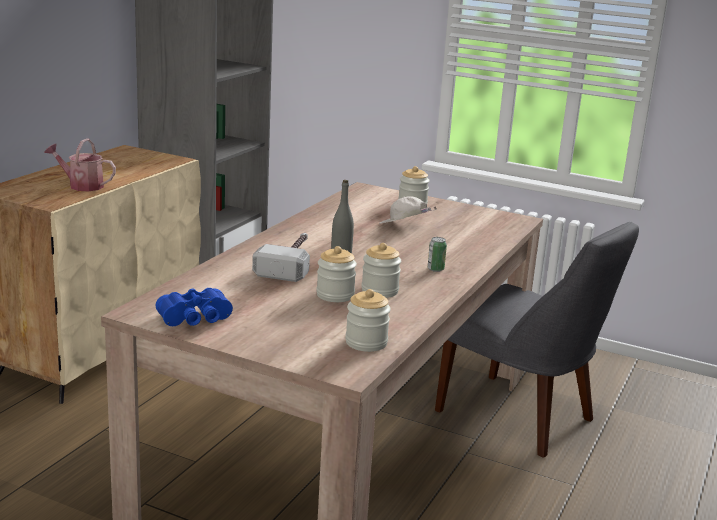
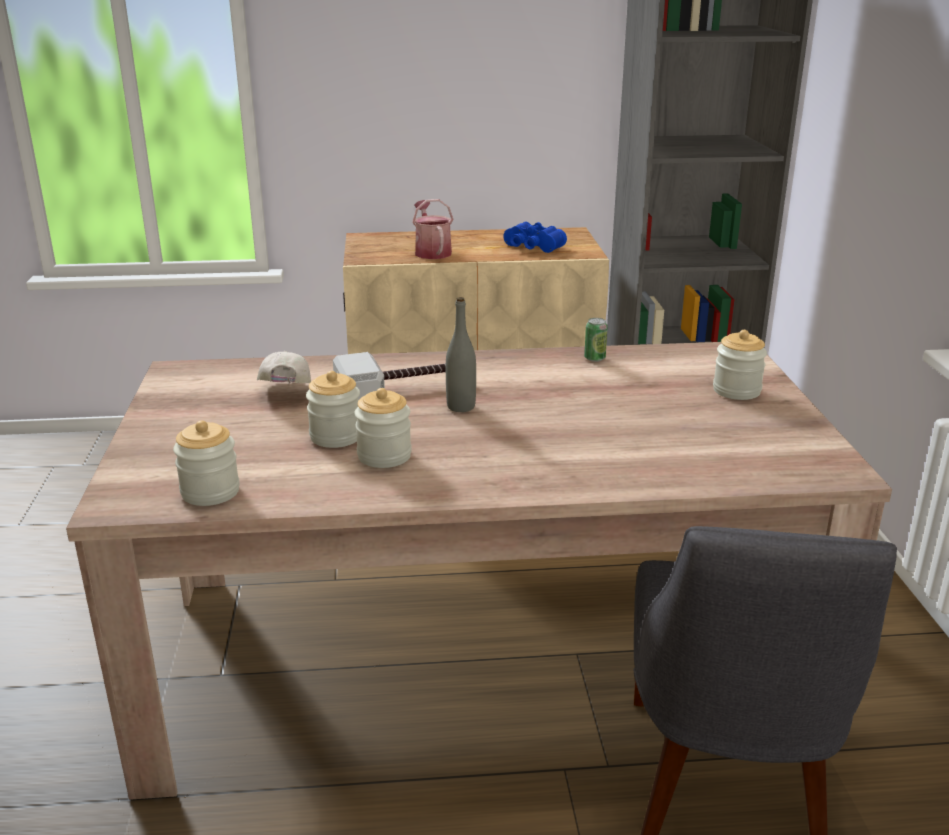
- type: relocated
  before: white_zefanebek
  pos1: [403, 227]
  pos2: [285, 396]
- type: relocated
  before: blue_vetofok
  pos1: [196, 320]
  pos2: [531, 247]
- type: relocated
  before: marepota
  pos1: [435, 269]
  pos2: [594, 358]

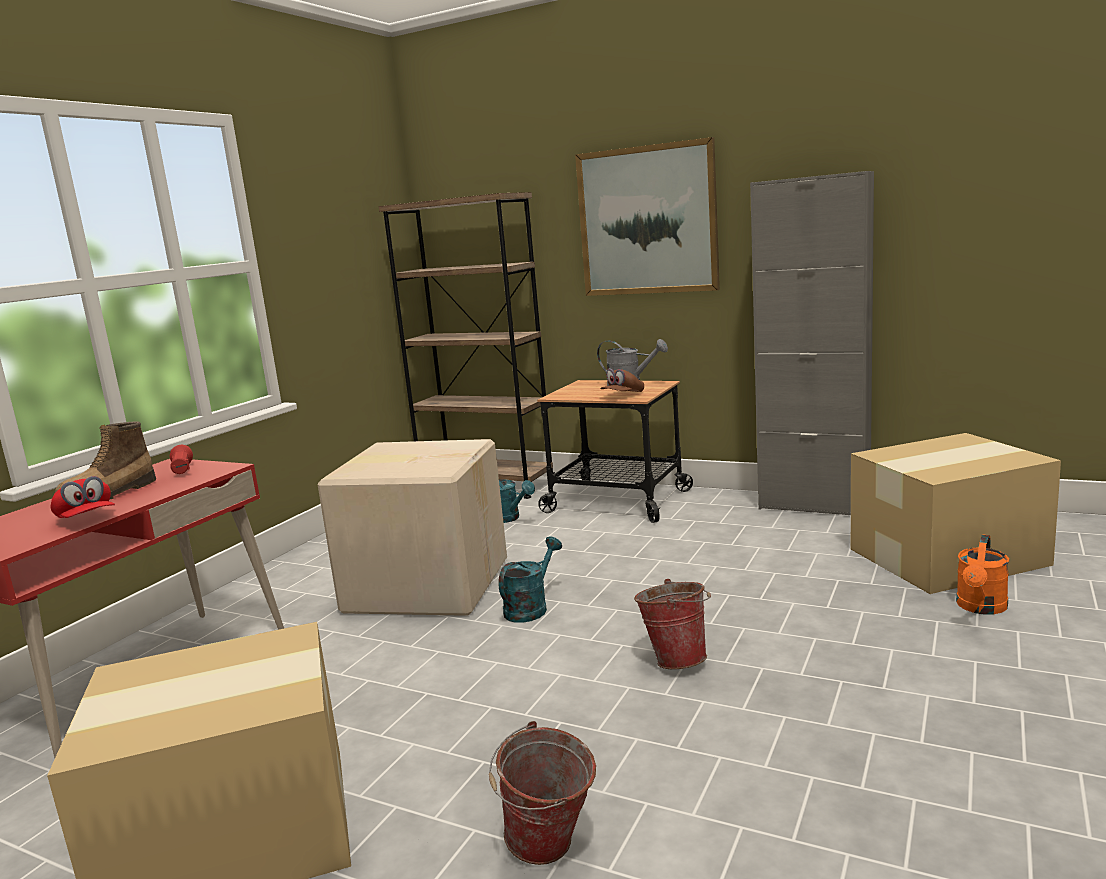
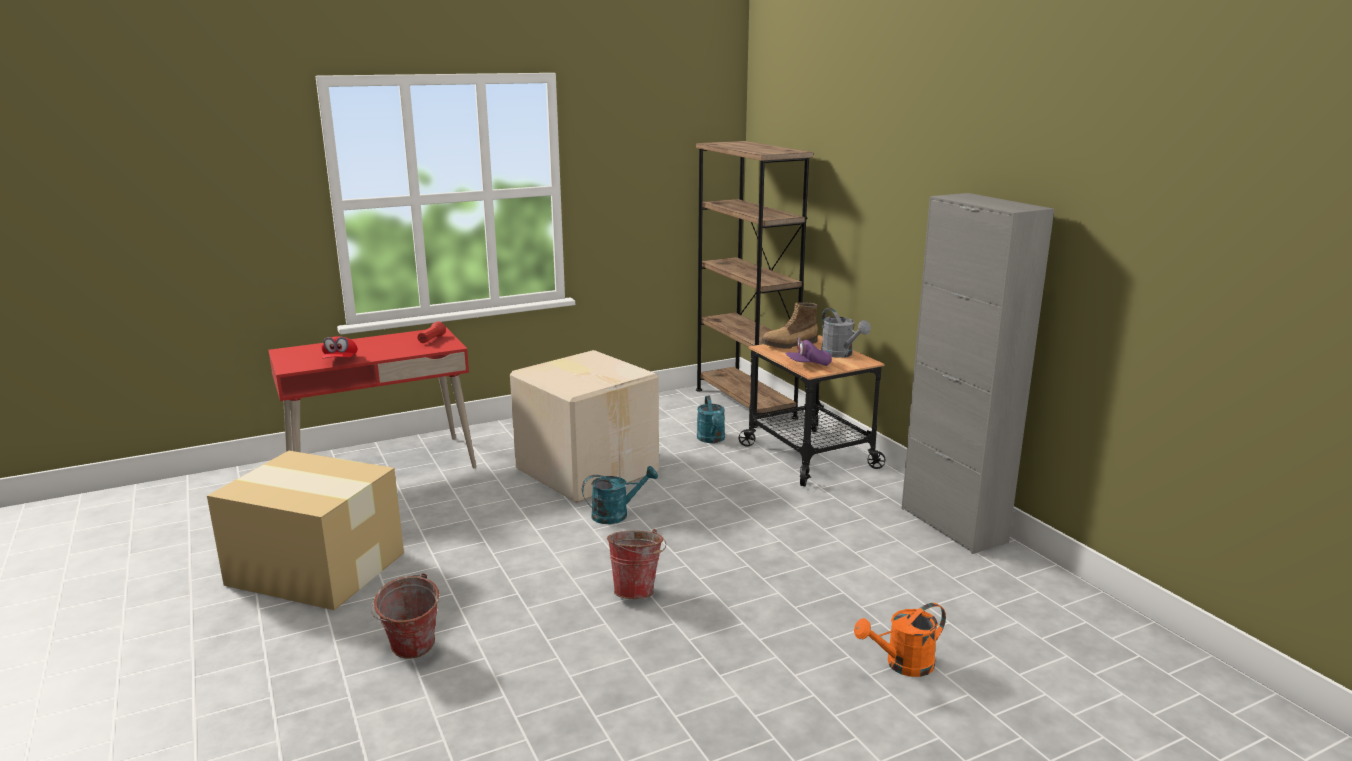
- type: relocated
  before: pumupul
  pos1: [110, 495]
  pos2: [790, 345]
- type: colour
  before: brown_zefanebek
  after: purple_zefanebek
  pos1: [623, 395]
  pos2: [808, 364]
- type: missing
  before: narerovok
  pos1: [647, 220]
- type: missing
  before: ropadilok
  pos1: [950, 557]

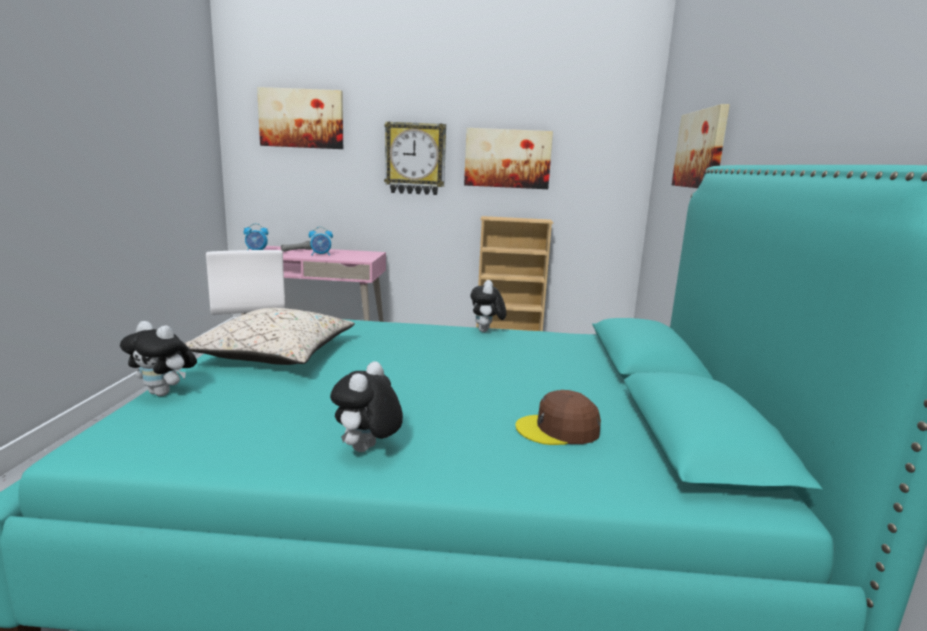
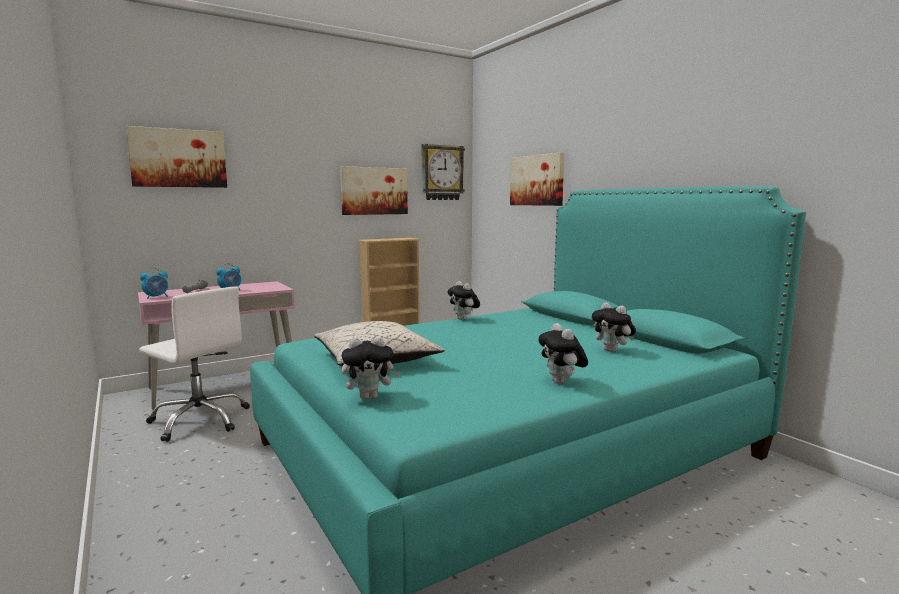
- type: relocated
  before: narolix
  pos1: [415, 159]
  pos2: [441, 172]
- type: exchanged
  before: brown_zefanebek
  after: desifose
  pos1: [558, 429]
  pos2: [612, 351]

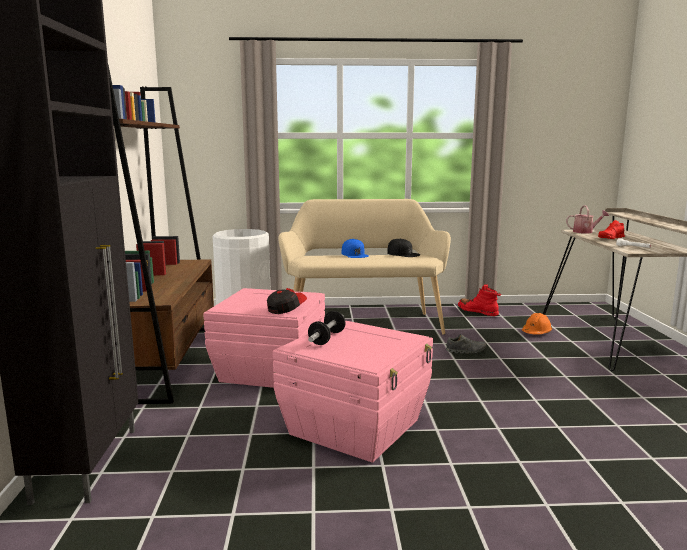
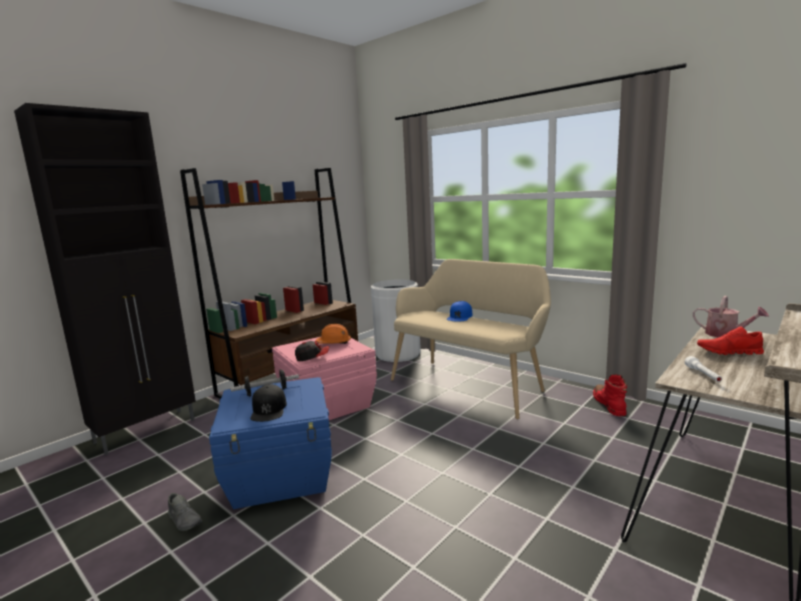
- type: relocated
  before: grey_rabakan
  pos1: [466, 351]
  pos2: [185, 520]
- type: colour
  before: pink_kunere
  after: blue_kunere
  pos1: [356, 427]
  pos2: [281, 475]
- type: relocated
  before: black_zefanebek
  pos1: [403, 254]
  pos2: [269, 409]
- type: relocated
  before: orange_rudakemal
  pos1: [536, 332]
  pos2: [334, 343]

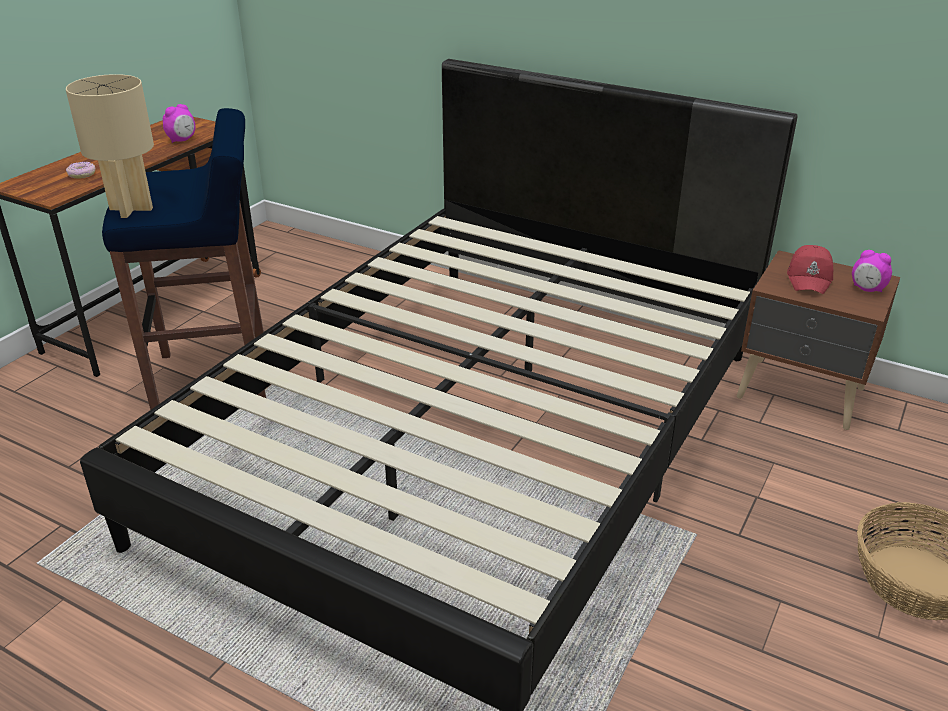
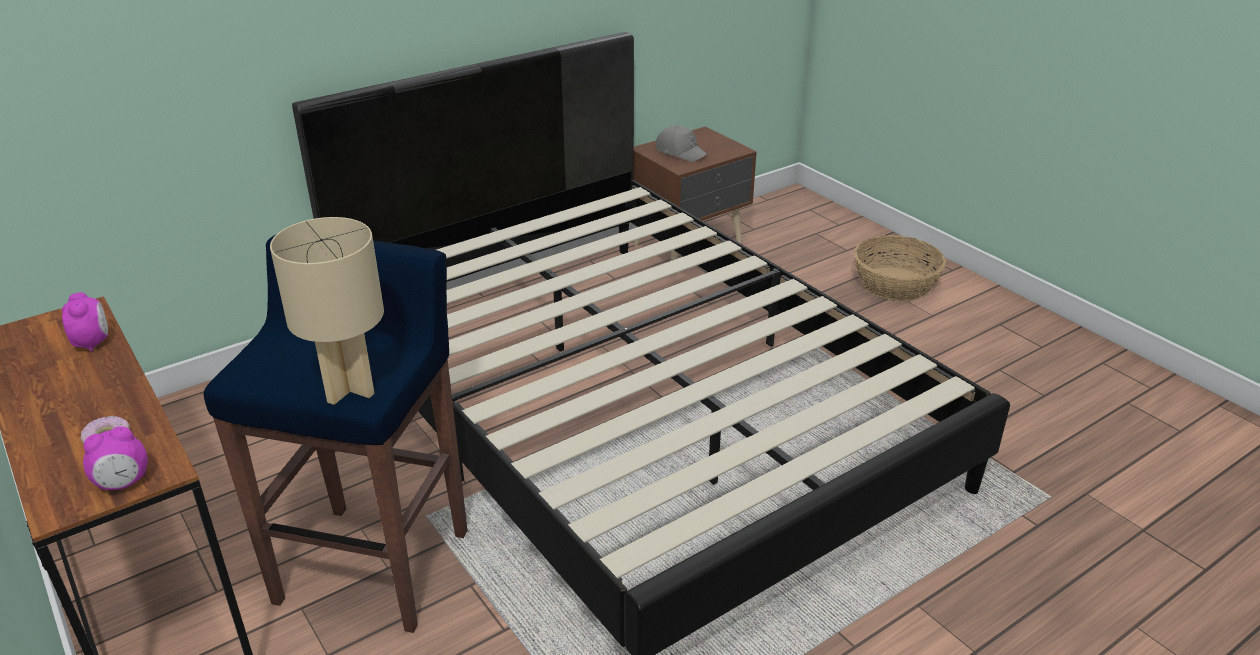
- type: relocated
  before: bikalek
  pos1: [867, 289]
  pos2: [123, 483]
- type: colour
  before: red_zefanebek
  after: grey_zefanebek
  pos1: [809, 278]
  pos2: [681, 152]

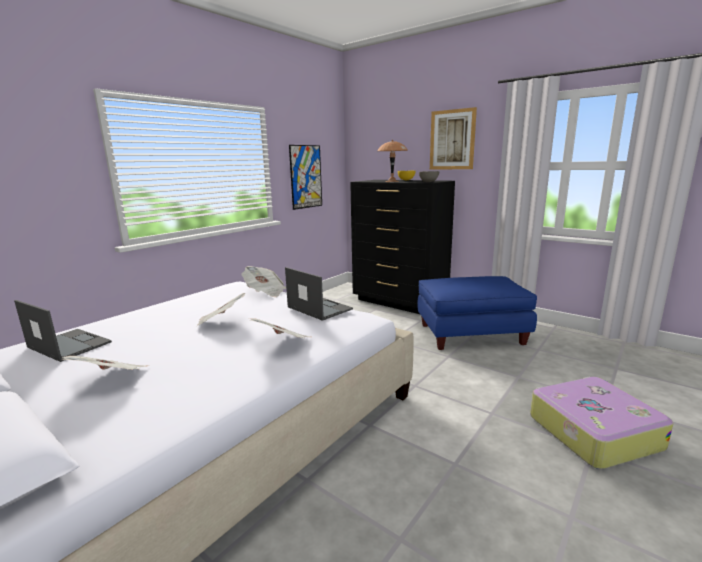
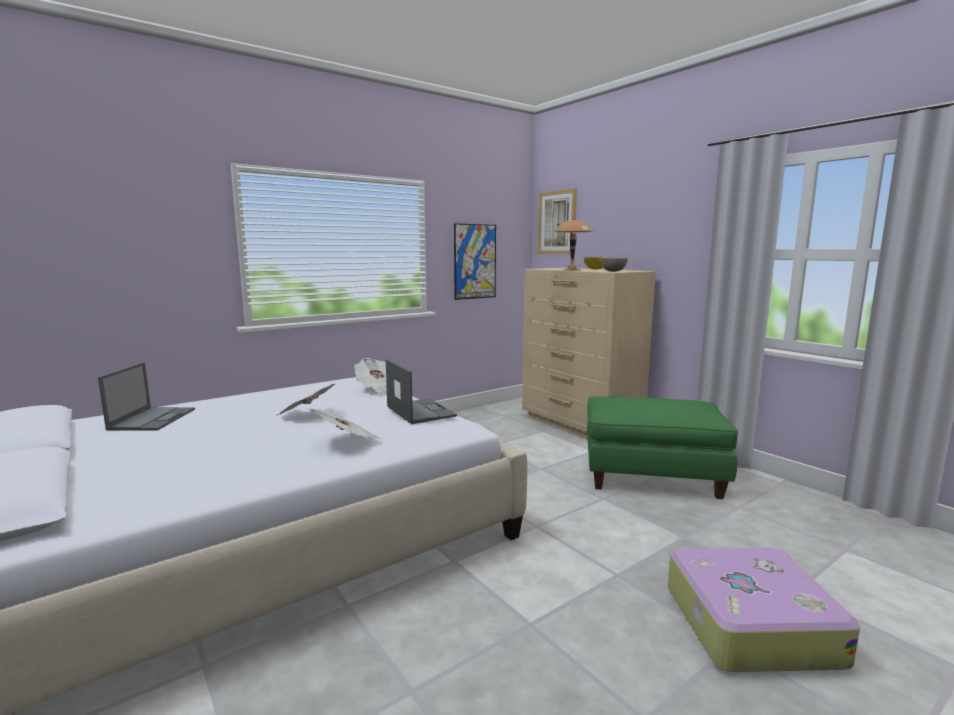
- type: spun
  before: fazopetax
  pos1: [68, 345]
  pos2: [153, 419]
  turn: 45
- type: colour
  before: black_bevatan
  after: beige_bevatan
  pos1: [399, 302]
  pos2: [579, 426]
- type: relocated
  before: narerovok
  pos1: [452, 140]
  pos2: [557, 222]
- type: colour
  before: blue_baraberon
  after: green_baraberon
  pos1: [471, 334]
  pos2: [652, 475]
- type: missing
  before: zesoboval
  pos1: [111, 379]

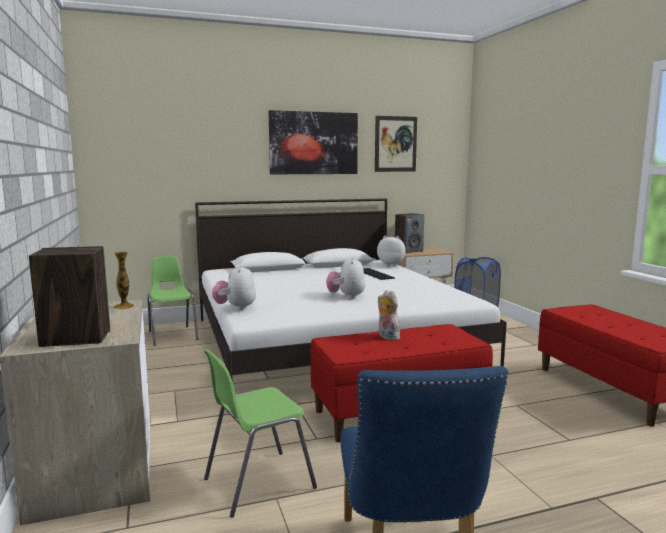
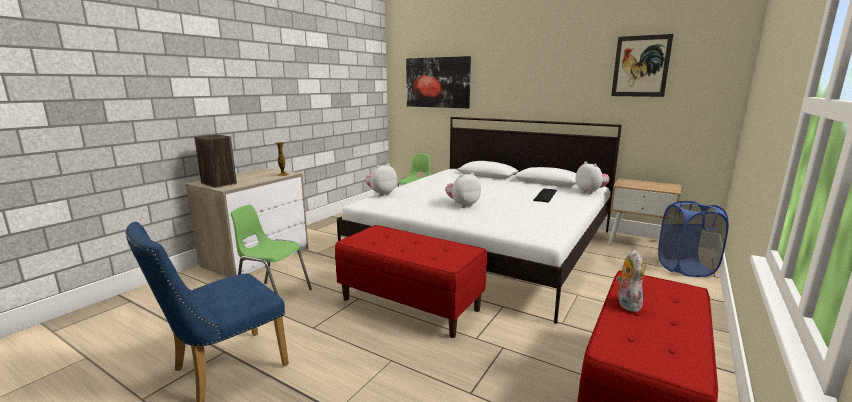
- type: relocated
  before: narerovok
  pos1: [313, 143]
  pos2: [437, 82]
- type: relocated
  before: desifose
  pos1: [387, 337]
  pos2: [626, 304]
- type: missing
  before: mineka
  pos1: [408, 251]

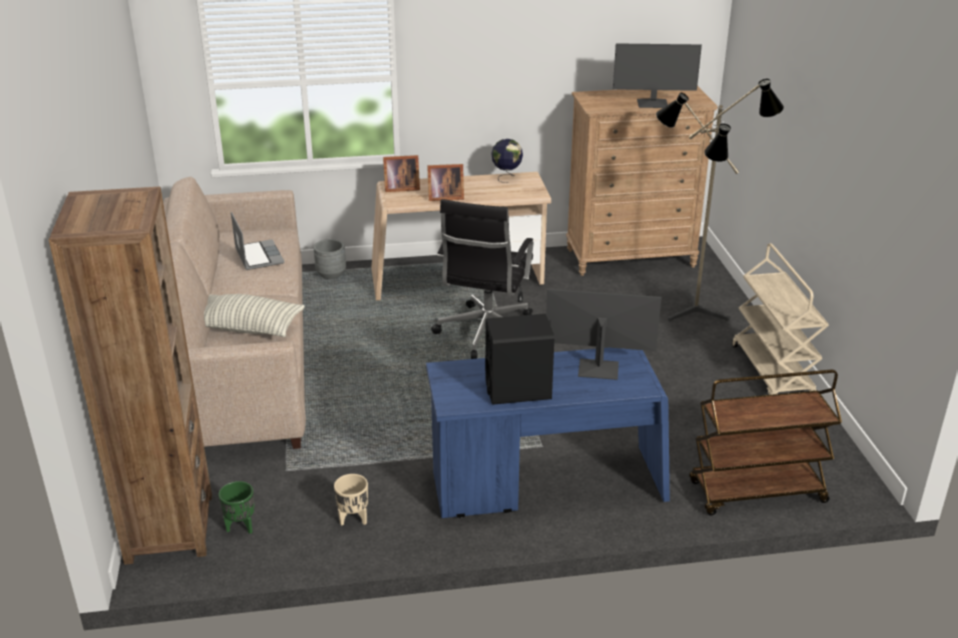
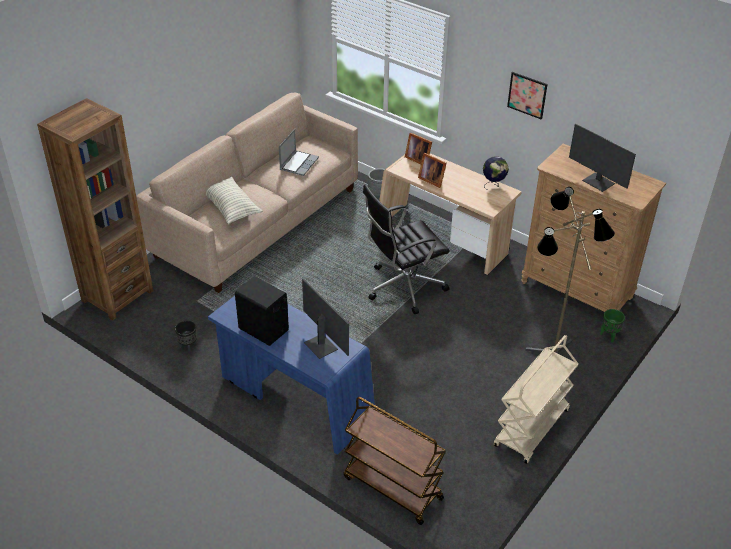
- type: colour
  before: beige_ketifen
  after: black_ketifen
  pos1: [353, 519]
  pos2: [188, 347]
- type: appeared
  after: narerovok
  pos2: [527, 95]
- type: relocated
  before: green_ketifen
  pos1: [241, 527]
  pos2: [609, 336]

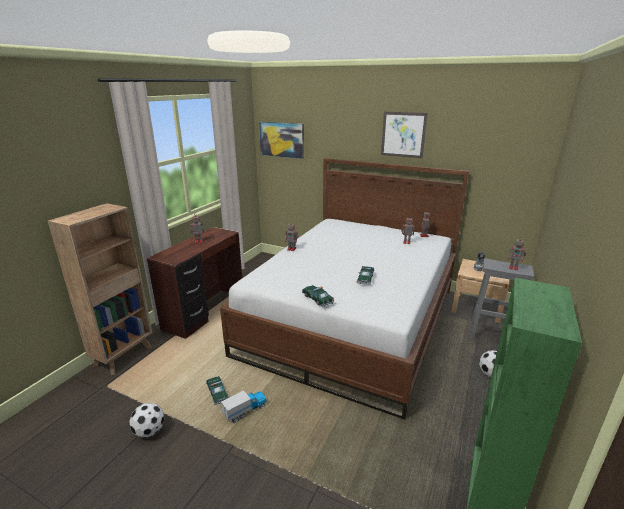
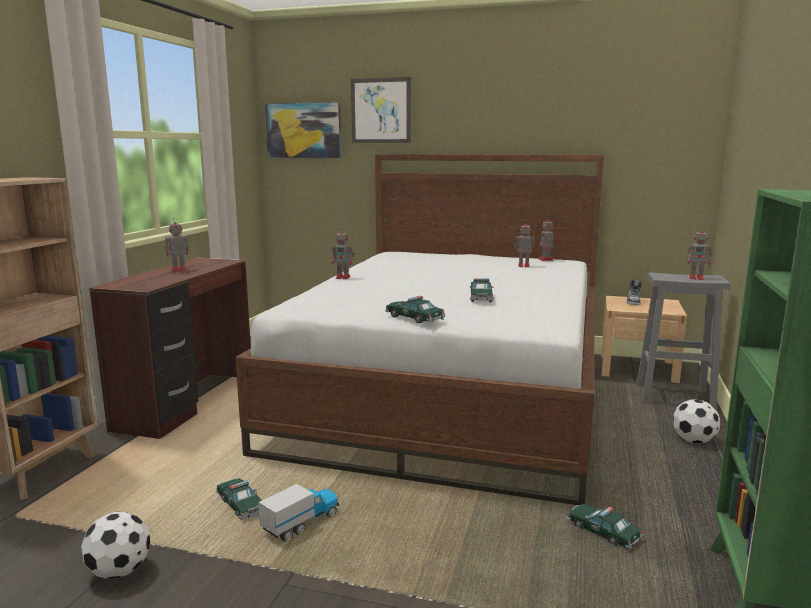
- type: relocated
  before: narerovok
  pos1: [403, 134]
  pos2: [381, 110]
- type: appeared
  after: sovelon
  pos2: [603, 532]

